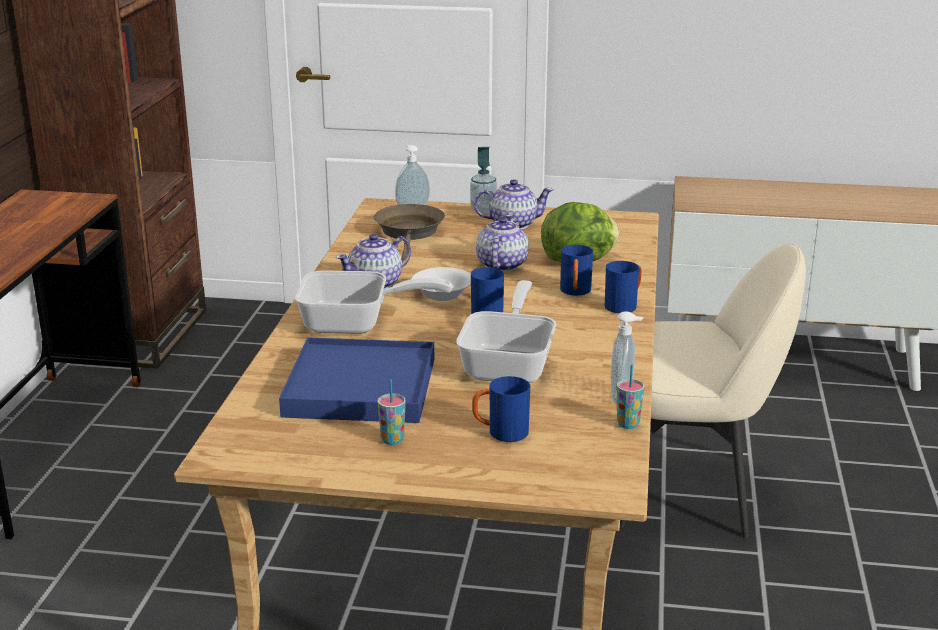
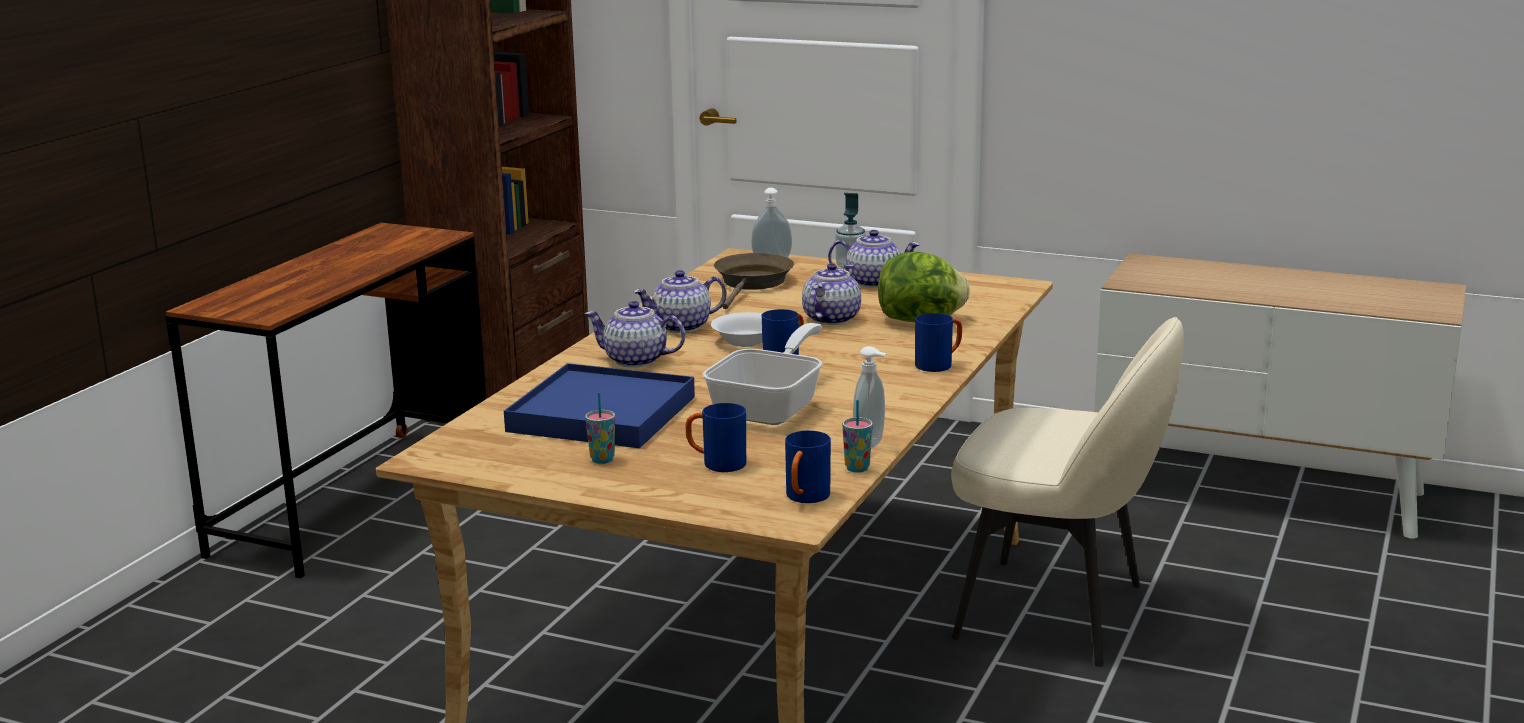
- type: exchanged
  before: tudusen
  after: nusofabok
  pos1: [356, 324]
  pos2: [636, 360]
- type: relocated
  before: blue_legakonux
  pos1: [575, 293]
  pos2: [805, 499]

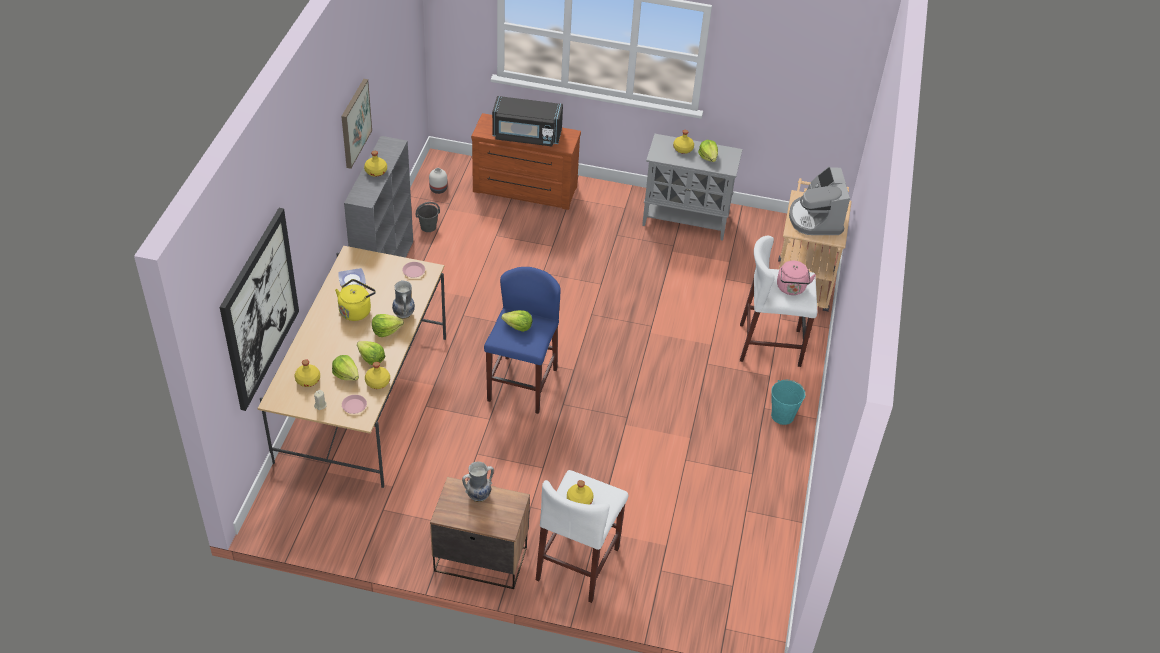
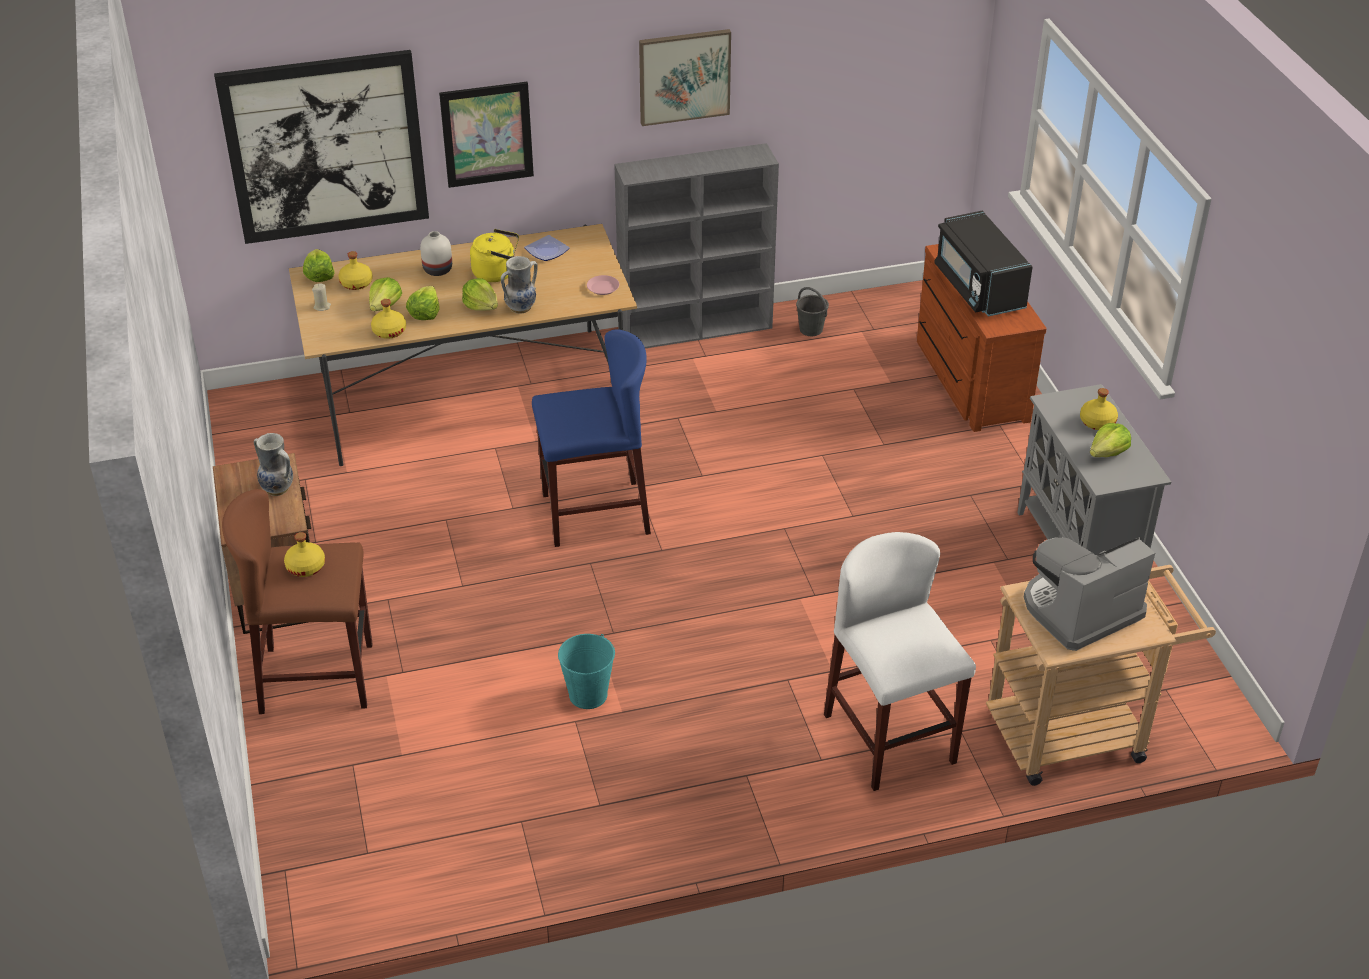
- type: colour
  before: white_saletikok
  after: brown_saletikok
  pos1: [578, 564]
  pos2: [317, 678]
- type: relocated
  before: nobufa
  pos1: [518, 326]
  pos2: [319, 275]
- type: relocated
  before: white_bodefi
  pos1: [438, 189]
  pos2: [438, 269]
- type: appeared
  after: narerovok
  pos2: [487, 134]
- type: relocated
  before: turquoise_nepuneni
  pos1: [782, 416]
  pos2: [587, 694]
- type: missing
  before: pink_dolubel
  pos1: [354, 406]
- type: missing
  before: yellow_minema
  pos1: [376, 171]
- type: missing
  before: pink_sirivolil
  pos1: [791, 289]

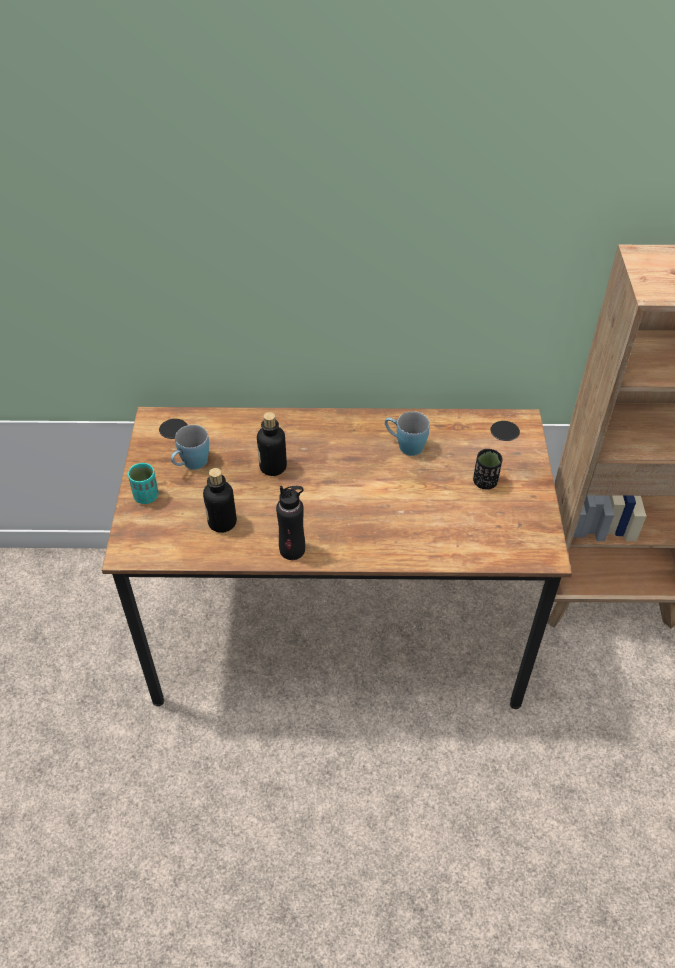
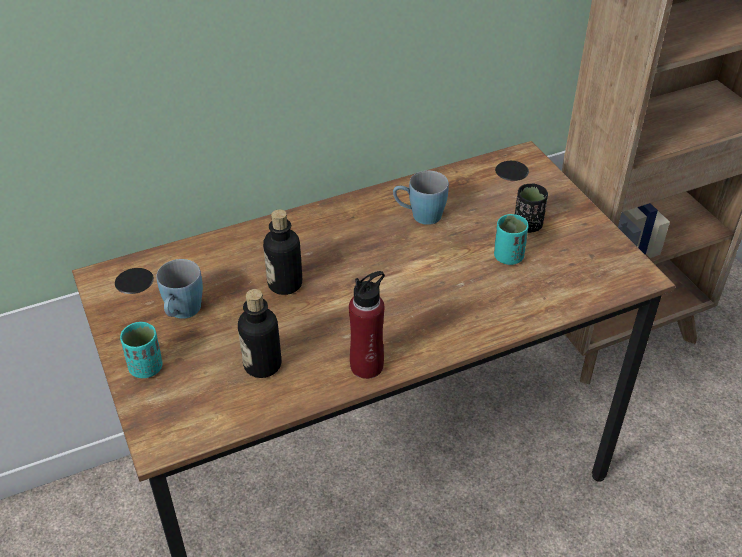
- type: colour
  before: black_minema
  after: red_minema
  pos1: [292, 550]
  pos2: [367, 366]
- type: appeared
  after: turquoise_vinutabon
  pos2: [508, 257]

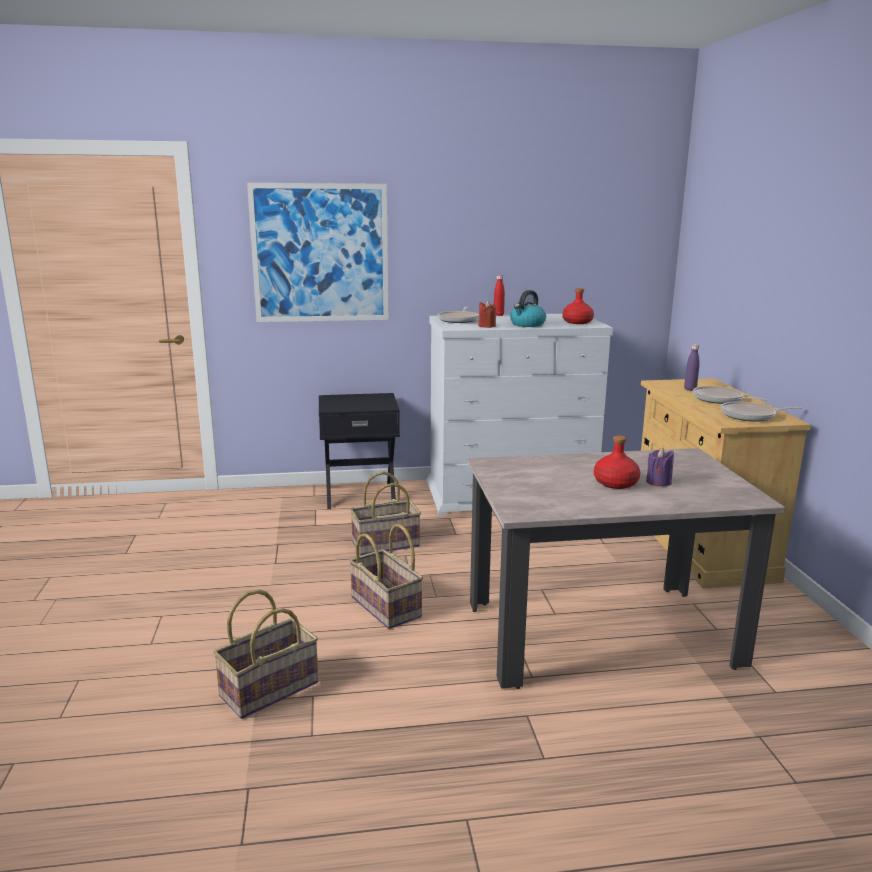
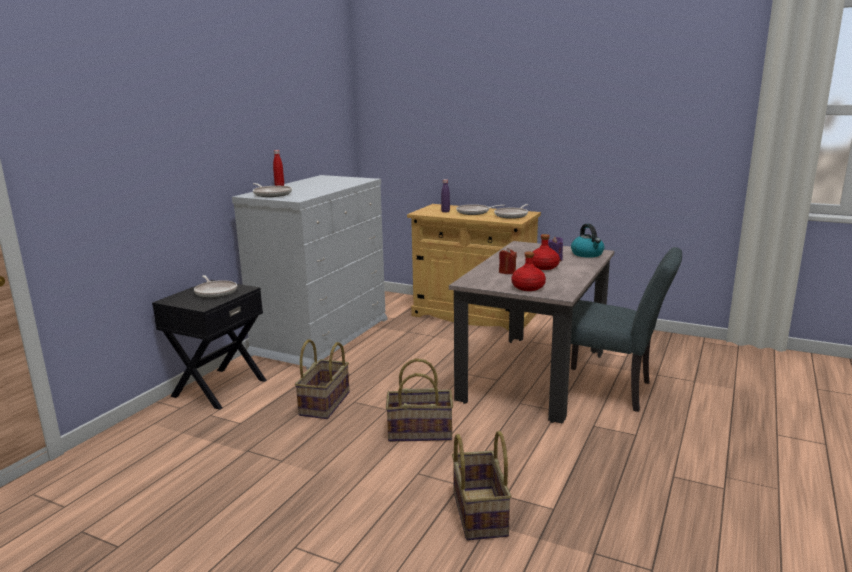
- type: appeared
  after: tudusen
  pos2: [215, 292]
- type: relocated
  before: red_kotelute
  pos1: [486, 326]
  pos2: [507, 272]
- type: relocated
  before: red_minema
  pos1: [577, 322]
  pos2: [528, 287]
- type: relocated
  before: sirivolil
  pos1: [527, 324]
  pos2: [587, 254]
- type: appeared
  after: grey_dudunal
  pos2: [611, 390]
- type: missing
  before: narerovok
  pos1: [320, 253]

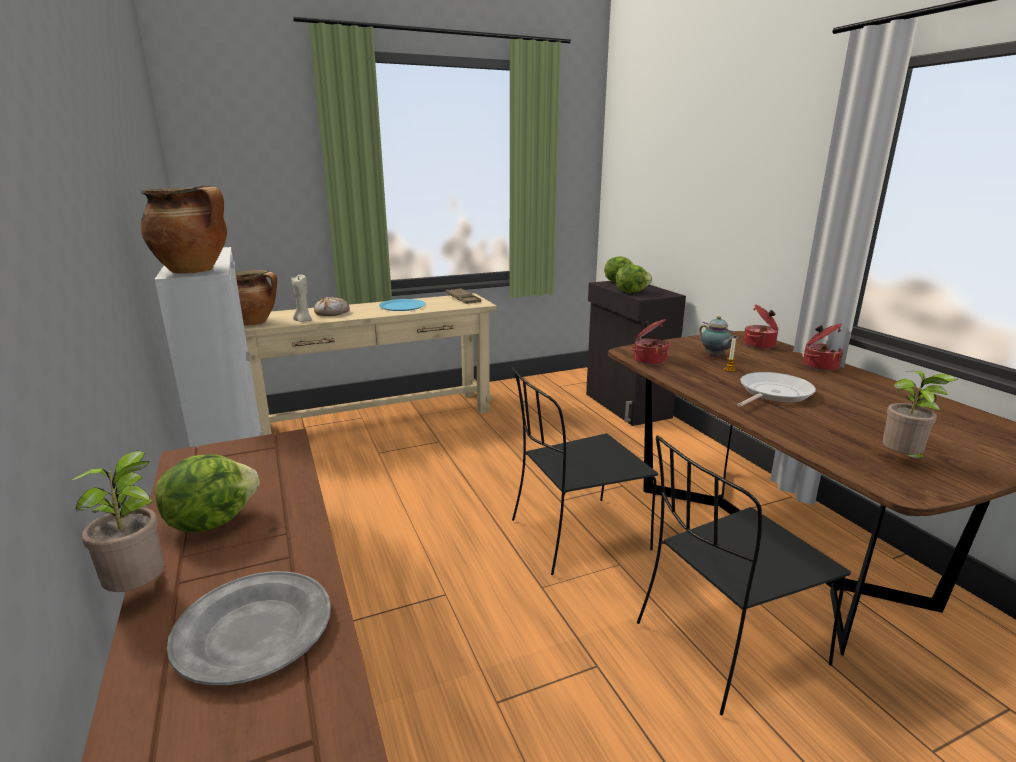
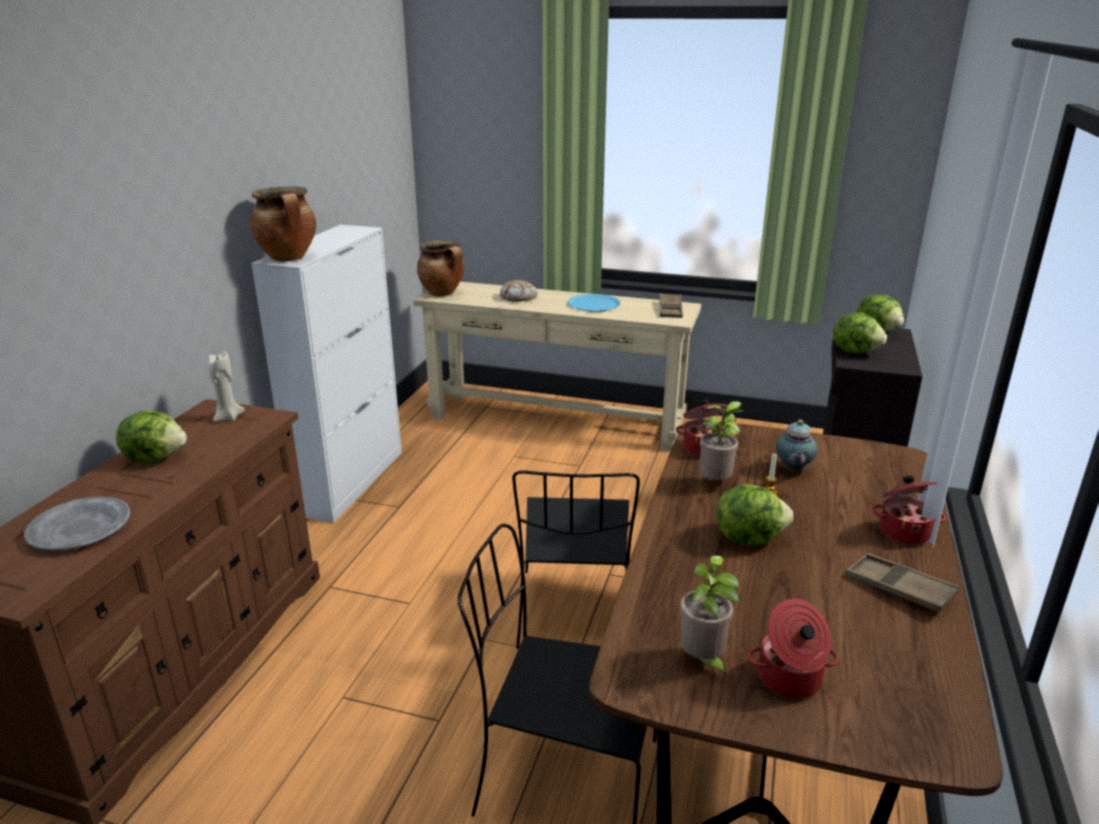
- type: relocated
  before: beige_kotelute
  pos1: [303, 321]
  pos2: [228, 417]
- type: spun
  before: black_dudunal
  pos1: [576, 535]
  pos2: [575, 613]
  turn: -105
- type: relocated
  before: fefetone
  pos1: [142, 590]
  pos2: [716, 483]
- type: exchanged
  before: tudusen
  after: nobufa
  pos1: [772, 393]
  pos2: [748, 537]
- type: relocated
  before: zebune
  pos1: [760, 345]
  pos2: [789, 680]
- type: appeared
  after: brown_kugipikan
  pos2: [899, 588]

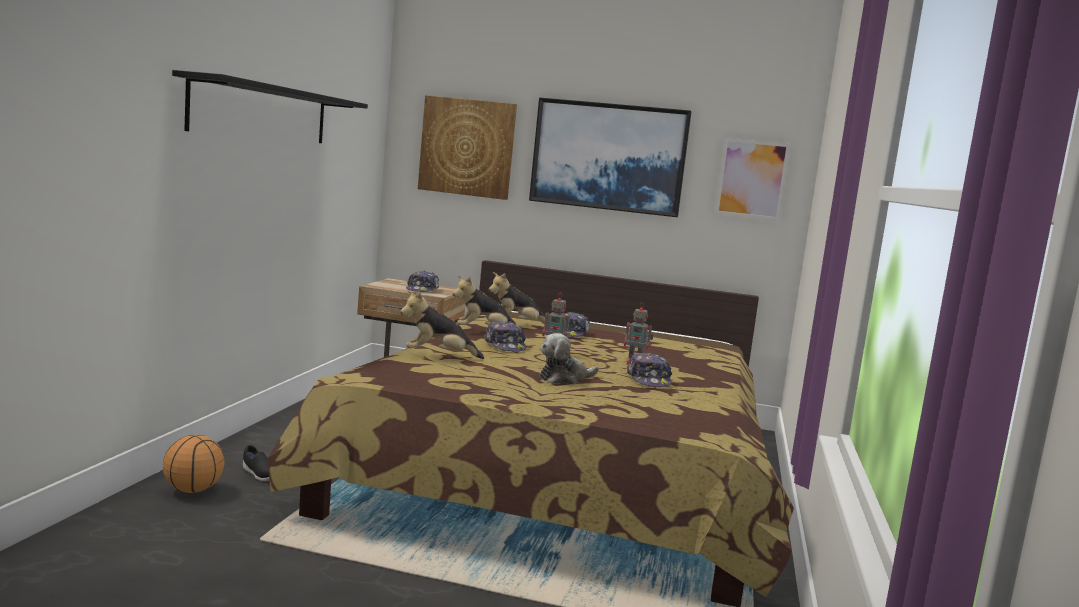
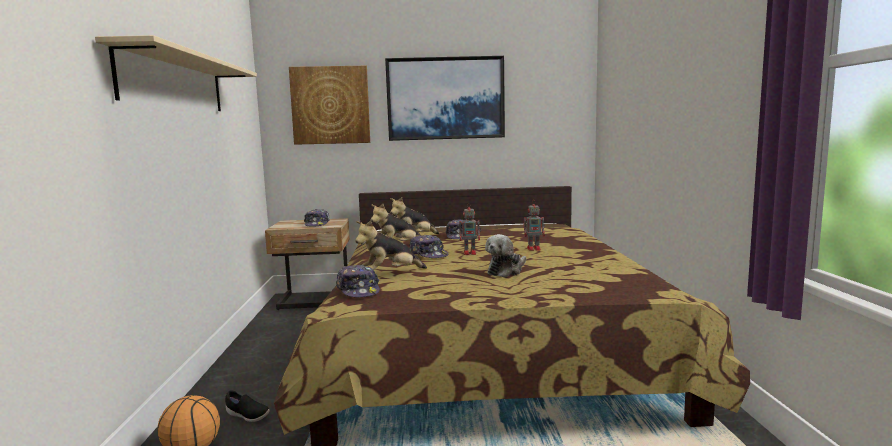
- type: colour
  before: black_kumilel
  after: beige_kumilel
  pos1: [263, 112]
  pos2: [175, 83]
- type: relocated
  before: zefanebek
  pos1: [649, 380]
  pos2: [358, 290]
- type: missing
  before: narerovok
  pos1: [752, 179]

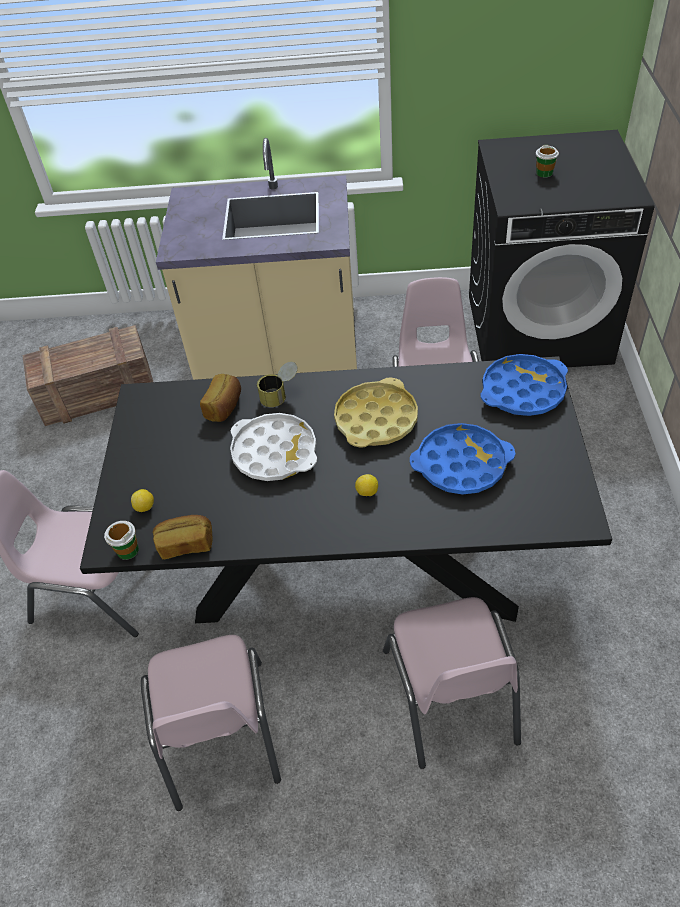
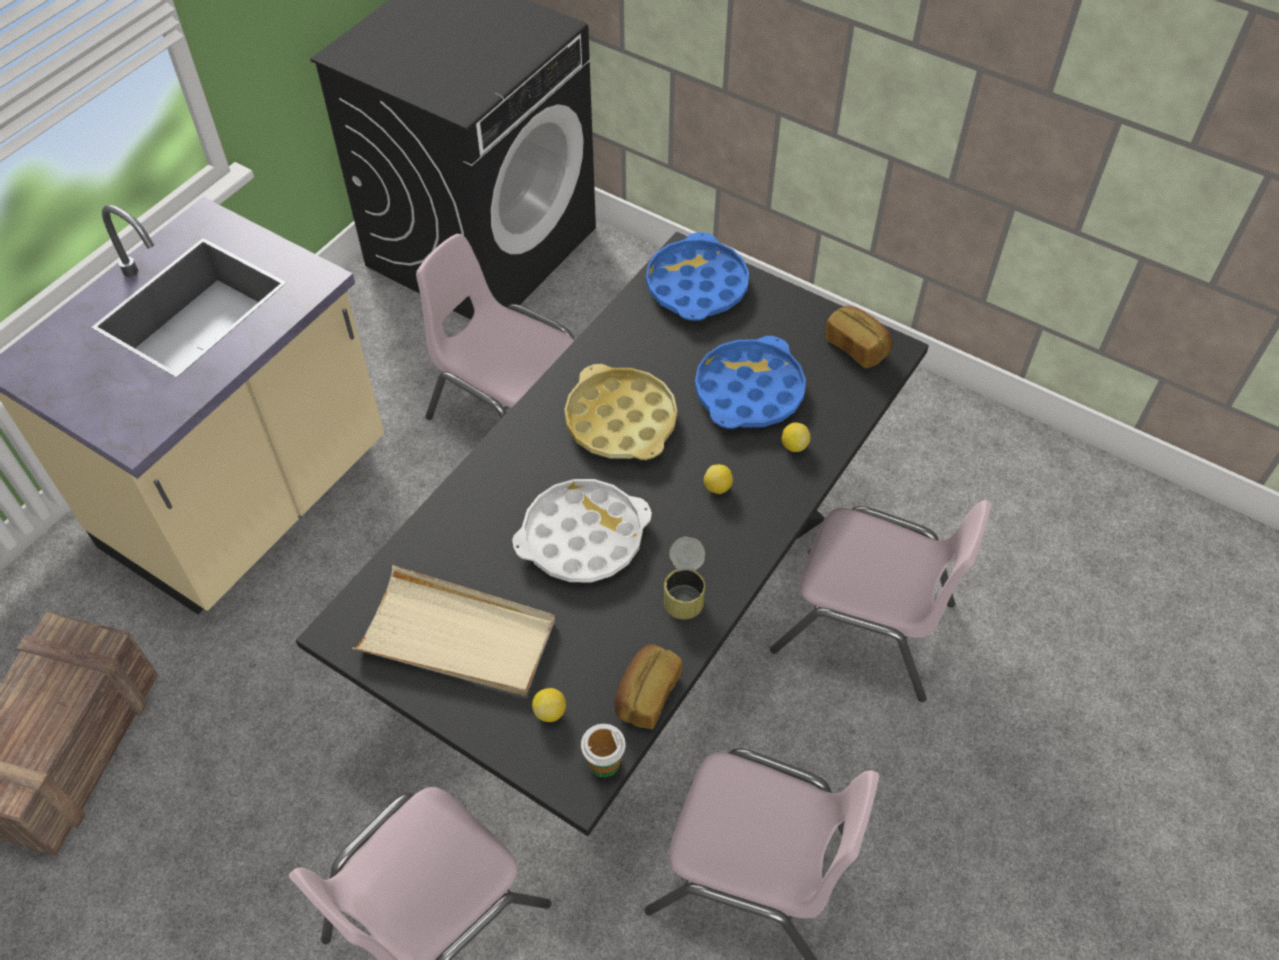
- type: appeared
  after: beige_kugipikan
  pos2: [458, 636]
- type: relocated
  before: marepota
  pos1: [280, 394]
  pos2: [685, 590]
- type: appeared
  after: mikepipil
  pos2: [794, 445]
- type: relocated
  before: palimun
  pos1: [225, 407]
  pos2: [856, 347]
- type: missing
  before: vinutabon
  pos1: [544, 173]

